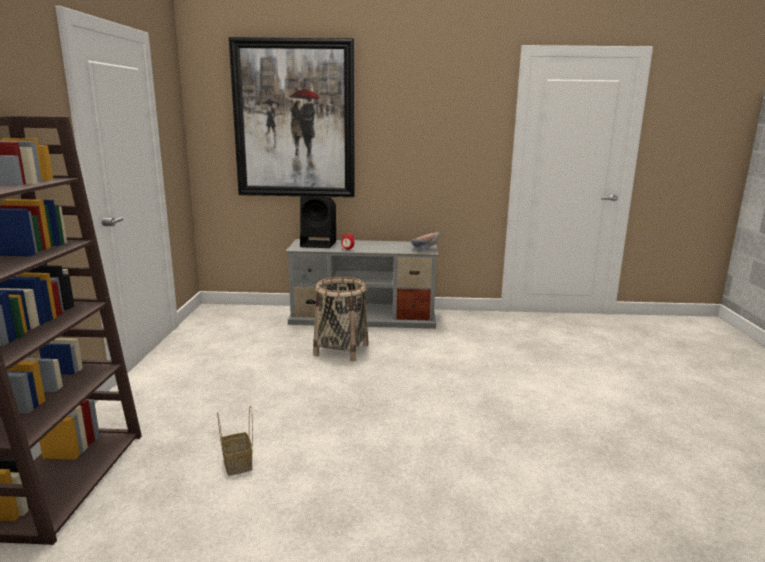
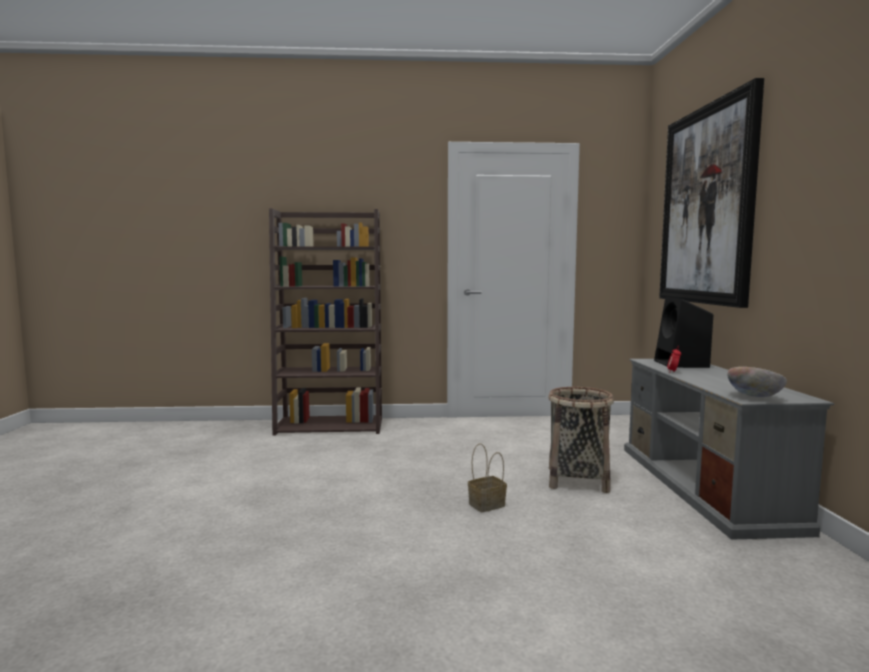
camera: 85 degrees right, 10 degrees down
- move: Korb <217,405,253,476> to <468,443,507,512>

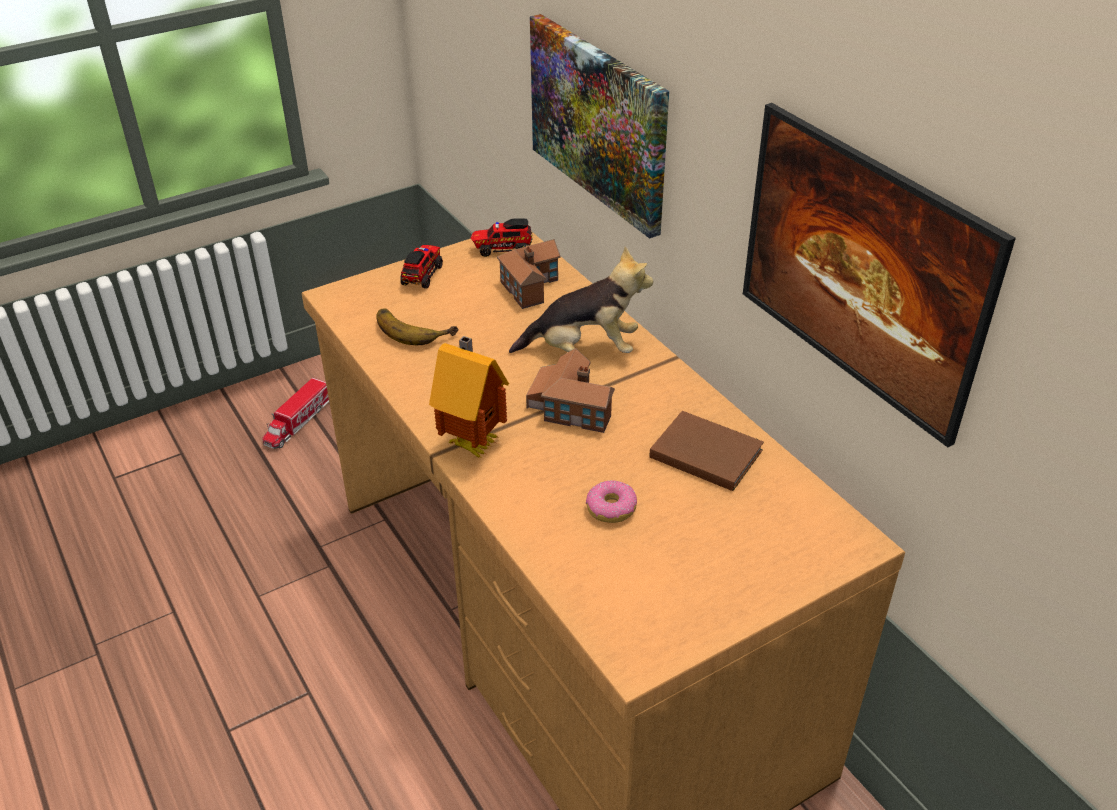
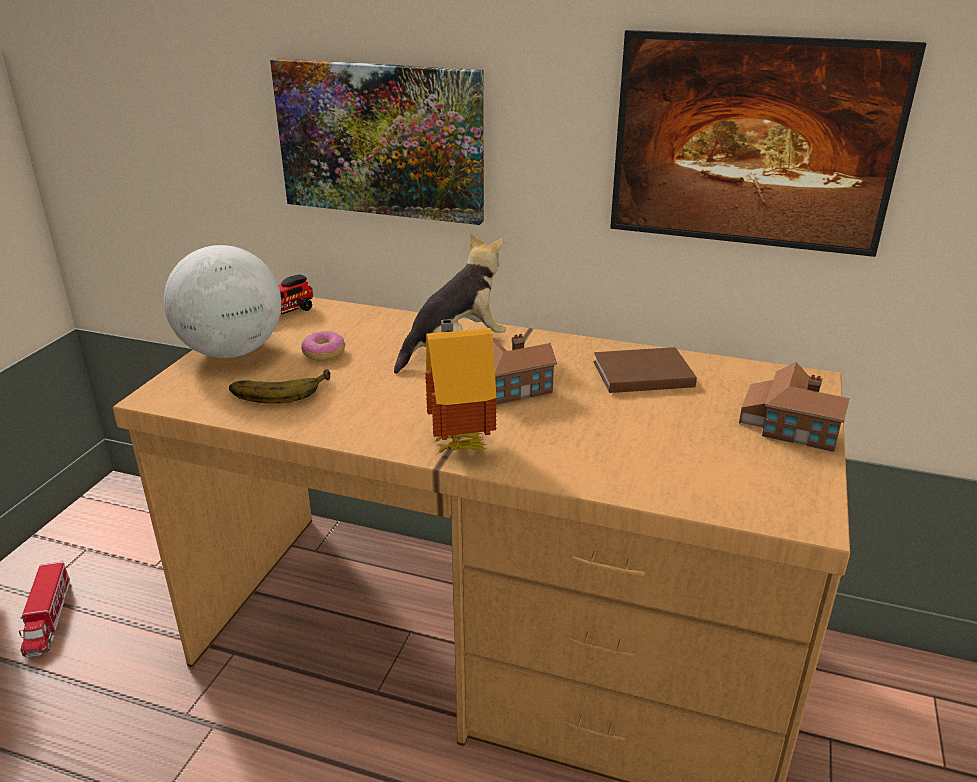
camera: 40 degrees left, 10 degrees down
- move: Spielzeughaus <497,239,560,309> to <739,362,849,452>
- move: Donut <586,480,637,523> to <301,331,345,361>
- replace: Spielzeuglaster <400,245,443,289> to Globus <164,245,281,358>

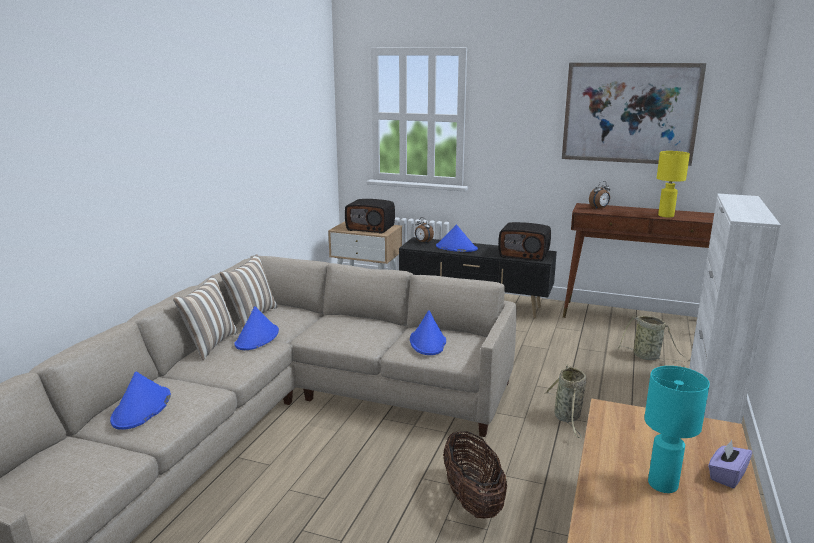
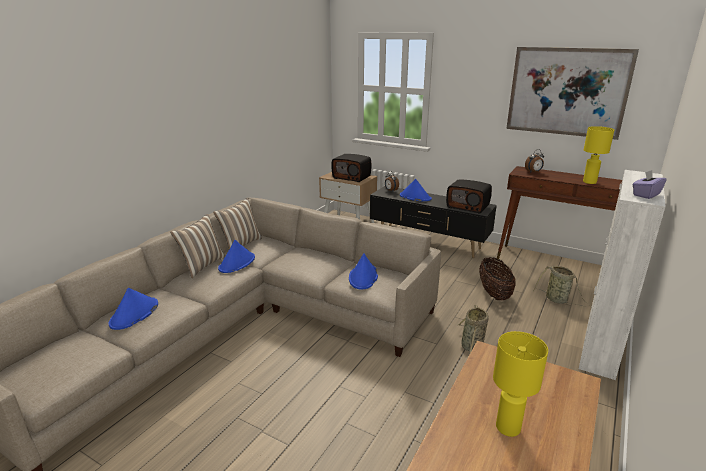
camera: 10 degrees right, 5 degrees up
- move: Korb <443,431,507,519> to <479,257,516,300>
- move: Taschentuchbox [lila] <708,440,752,488> to <632,170,667,199>
- recolor: Tischlampe [türkis] <644,366,710,493> to Tischlampe [gelb] <493,331,548,437>

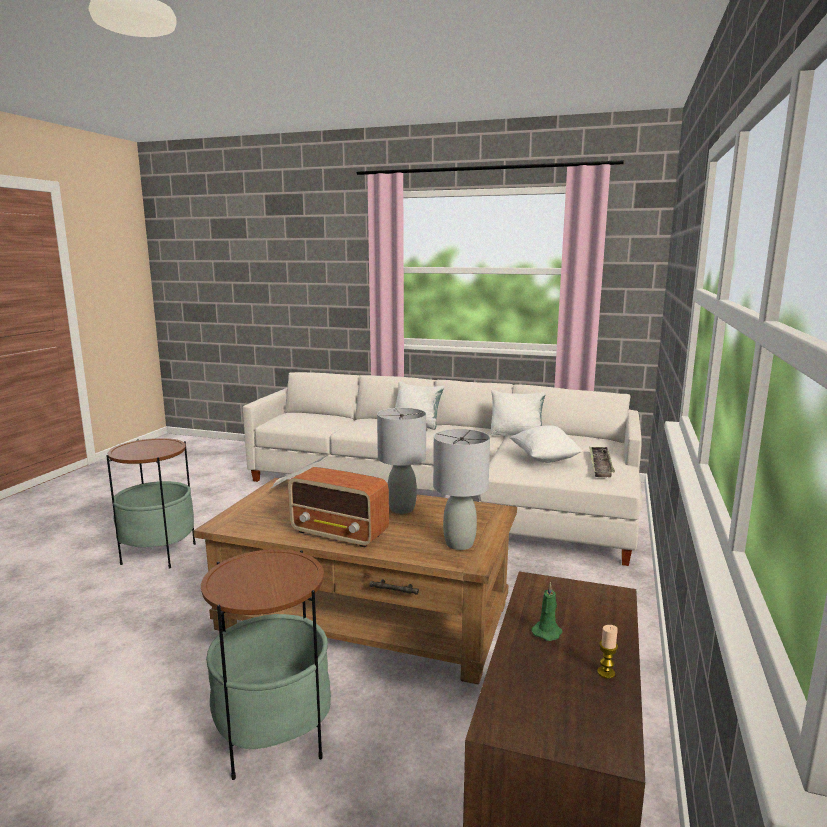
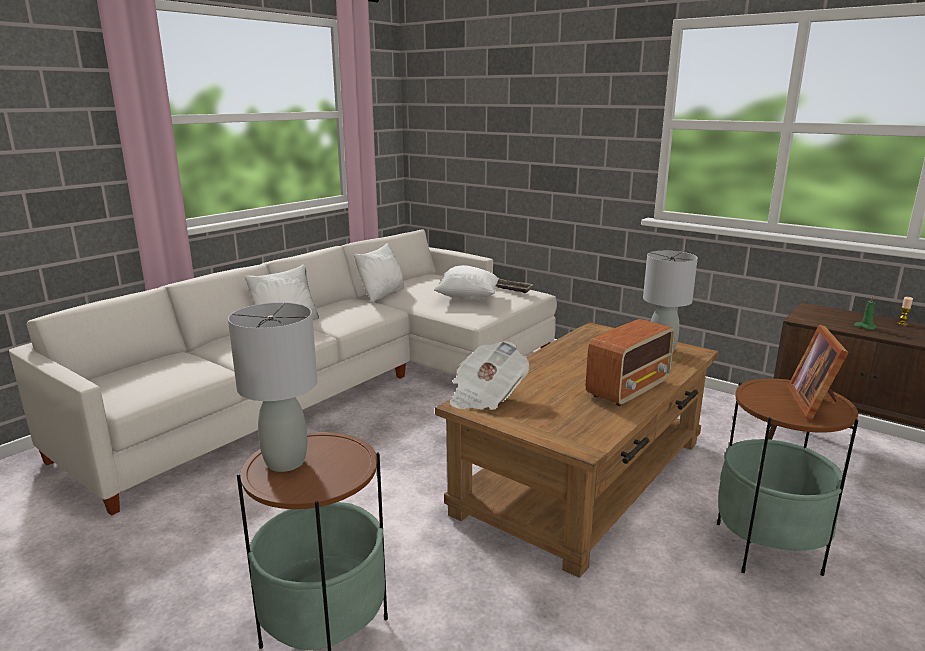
camera: 70 degrees left, 5 degrees up
- insert: Bilderrahmen <788,325,848,420>
- move: Tischlampe [grau] <377,408,426,514> to <228,302,318,472>

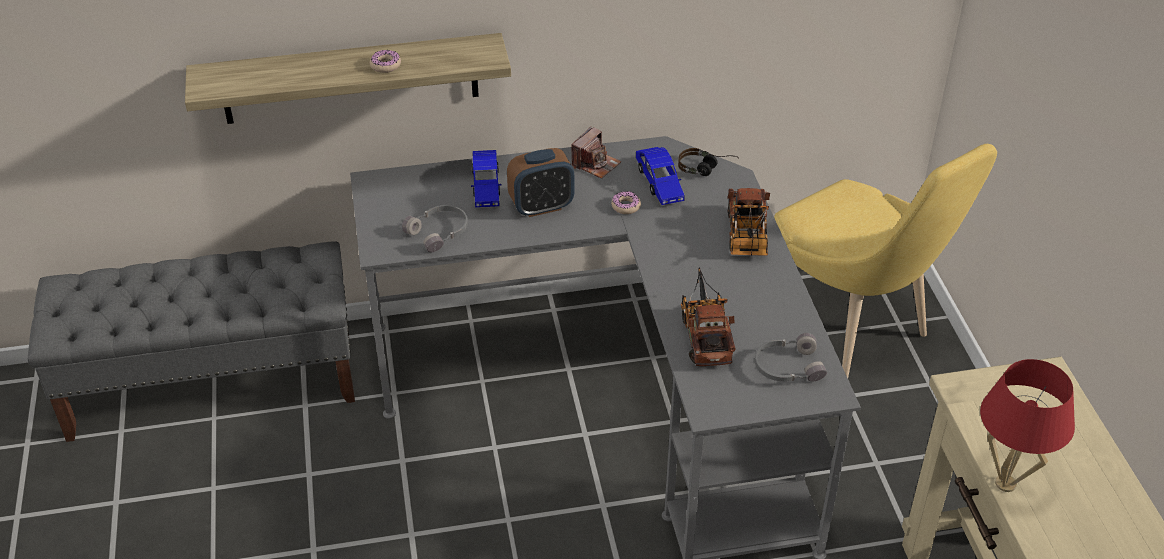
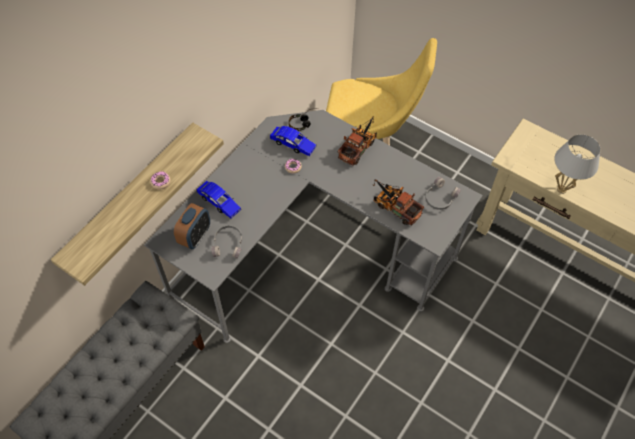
camera: 45 degrees left, 15 degrees up
- delete: Kamera <571,127,621,179>
- move: Wecker <507,148,575,217> to <174,203,210,249>
- recolor: Tischlampe [rot] <980,359,1075,492> to Tischlampe [weiß] <554,135,600,194>
- rotate: Spielzeuglaster <727,188,770,256> = <338,116,377,166> 105 degrees counterclockwise

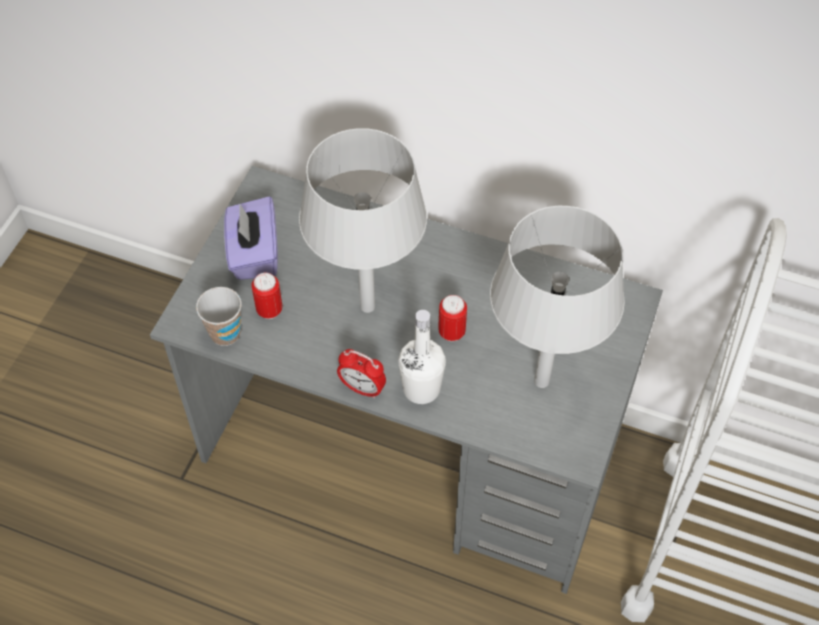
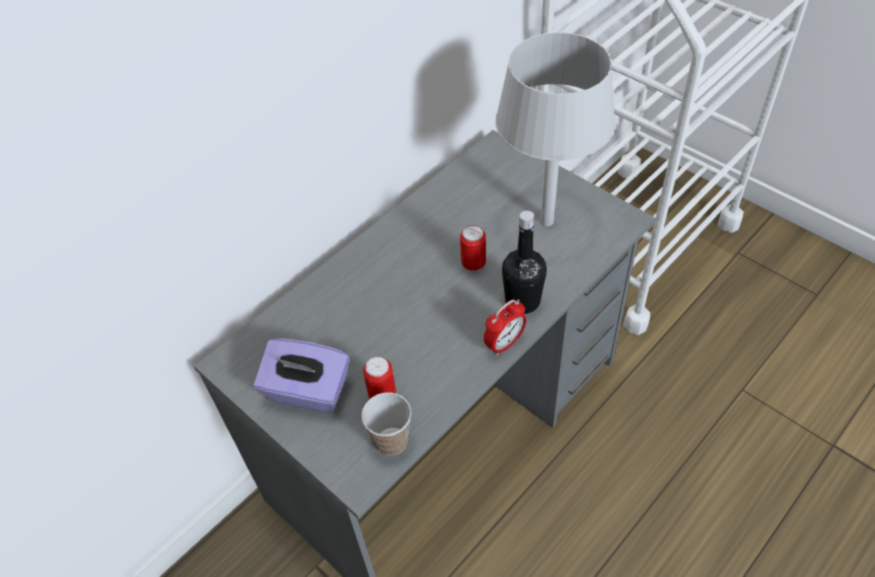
camera: 65 degrees left, 5 degrees down
- delete: Tischlampe [grau] <299,128,427,313>
- recolor: Flasche [weiß] <398,310,446,404> to Flasche [schwarz] <502,211,547,314>

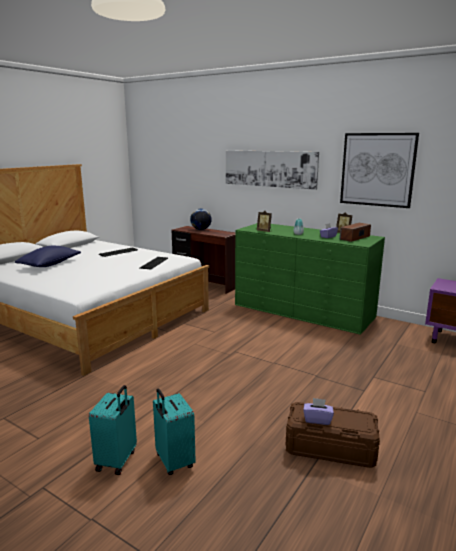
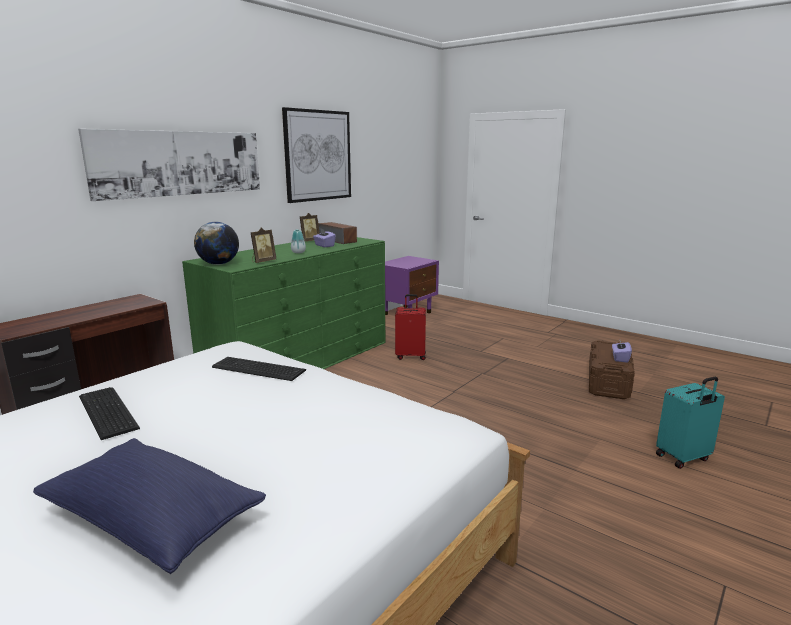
camera: 85 degrees left, 0 degrees up
- delete: Koffer [türkis] <89,385,137,475>
- insert: Koffer [rot] <395,294,426,360>
- move: Globus <190,209,212,230> to <194,222,239,265>

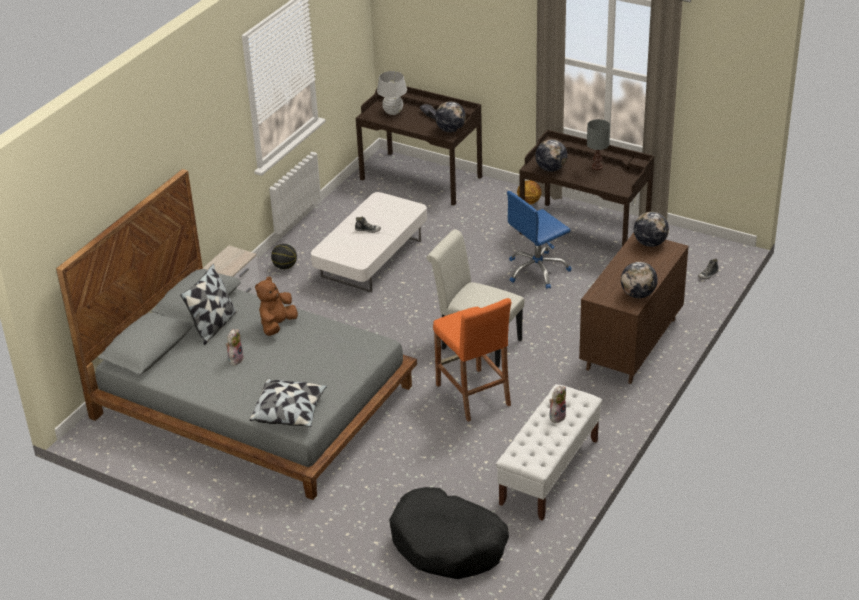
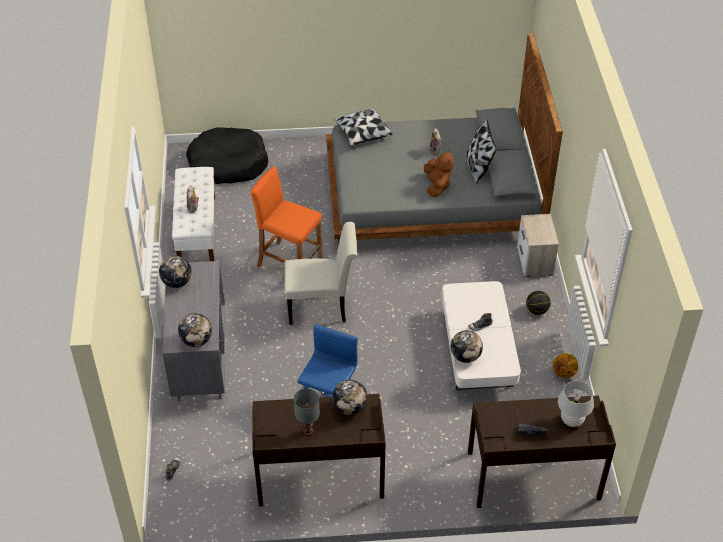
camera: 145 degrees right, 10 degrees up
- move: Globus <435,101,466,132> to <451,330,483,363>
- move: Basketball <517,180,542,205> to <553,353,578,378>
- recolor: Kommode [braun] <579,232,688,384> to Kommode [grau] <162,261,225,402>

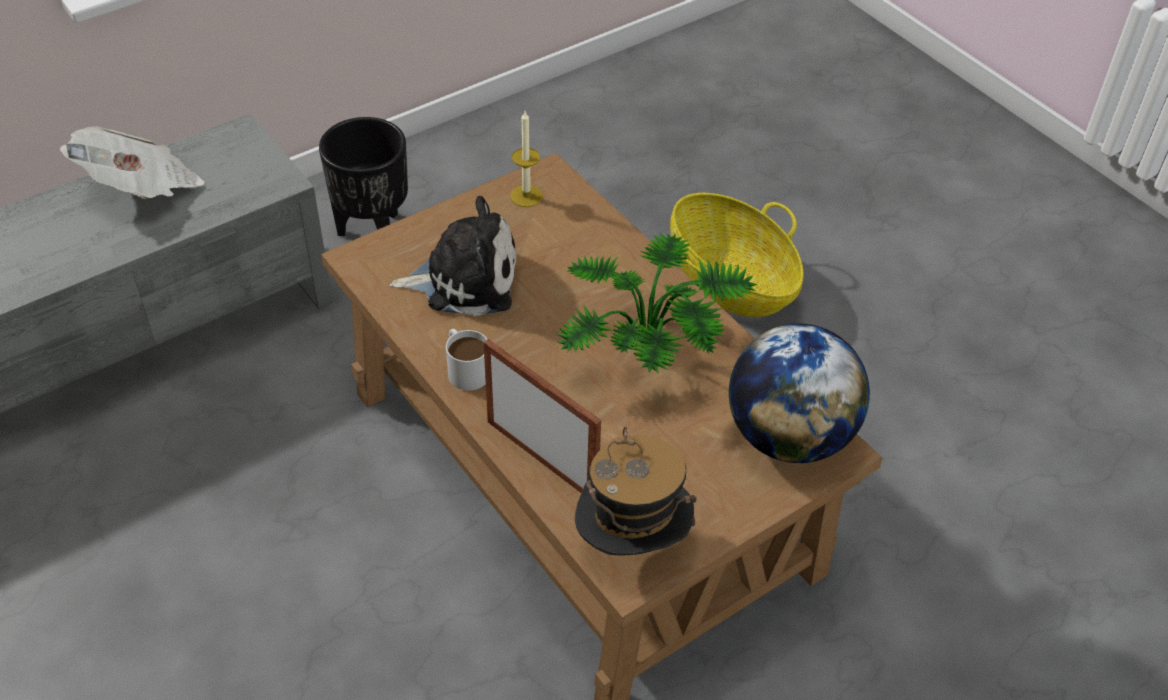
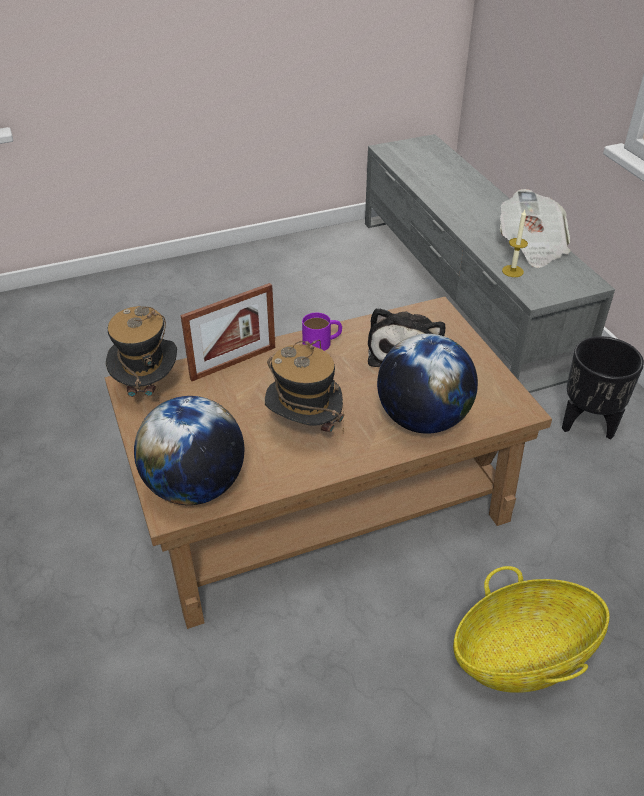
camera: 105 degrees right, 5 degrees down
- insert: Globus <377,334,478,434>
- move: Kerze <510,111,543,207> to <502,210,528,277>
- replace: Topfpflanze <556,233,757,373> to Hut <265,340,344,433>
- recolor: Henkelbecher [weiß] <446,329,488,390> to Henkelbecher [lila] <302,313,342,351>

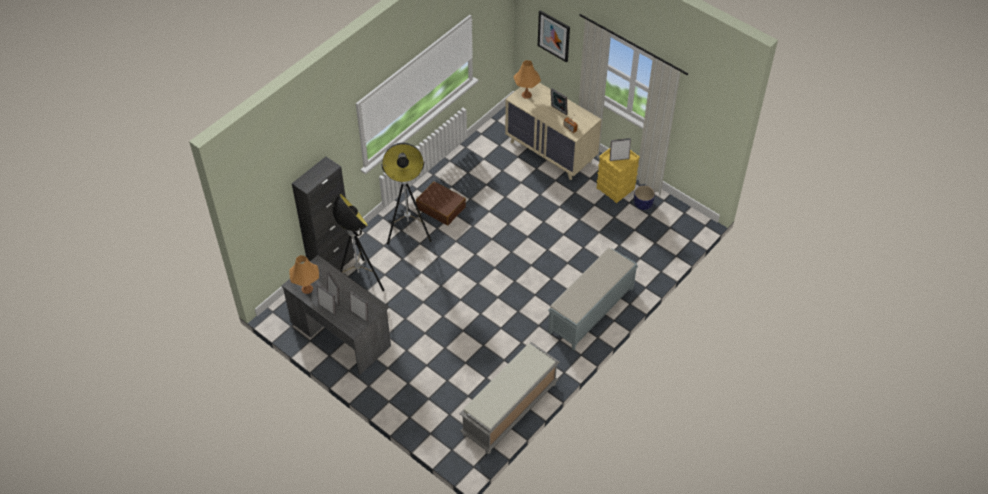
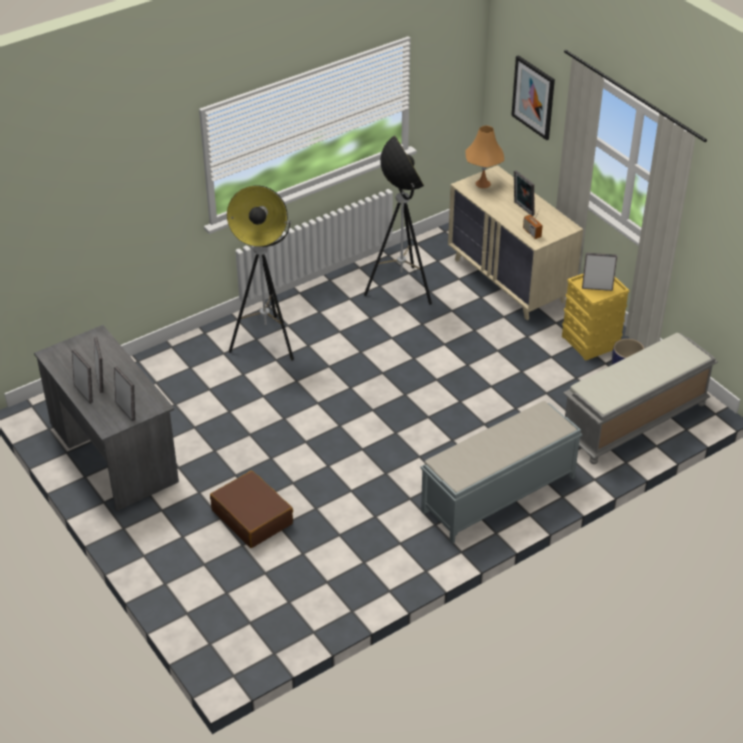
camera: 15 degrees right, 10 degrees down
- delete: Tischlampe [orange] <289,255,319,294>
- delete: Schrank [schwarz] <292,157,354,270>
- move: Stehlampe <333,194,384,291> to <364,135,432,305>
- move: Koffer [braun] <416,181,466,226> to <210,470,293,548>
- move: Bank [grau] <459,342,560,454> to <563,333,718,464>

